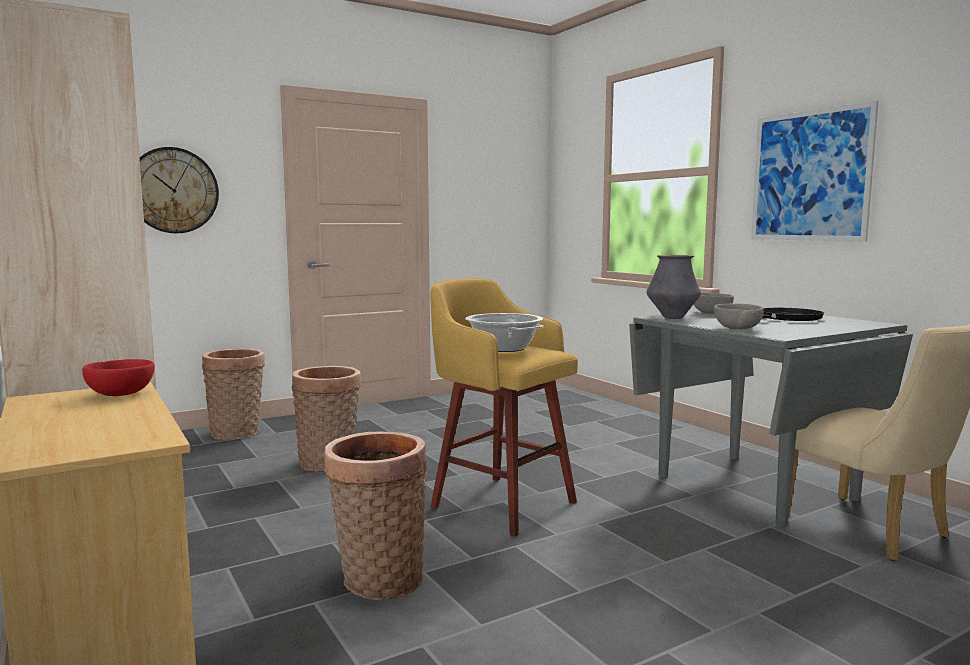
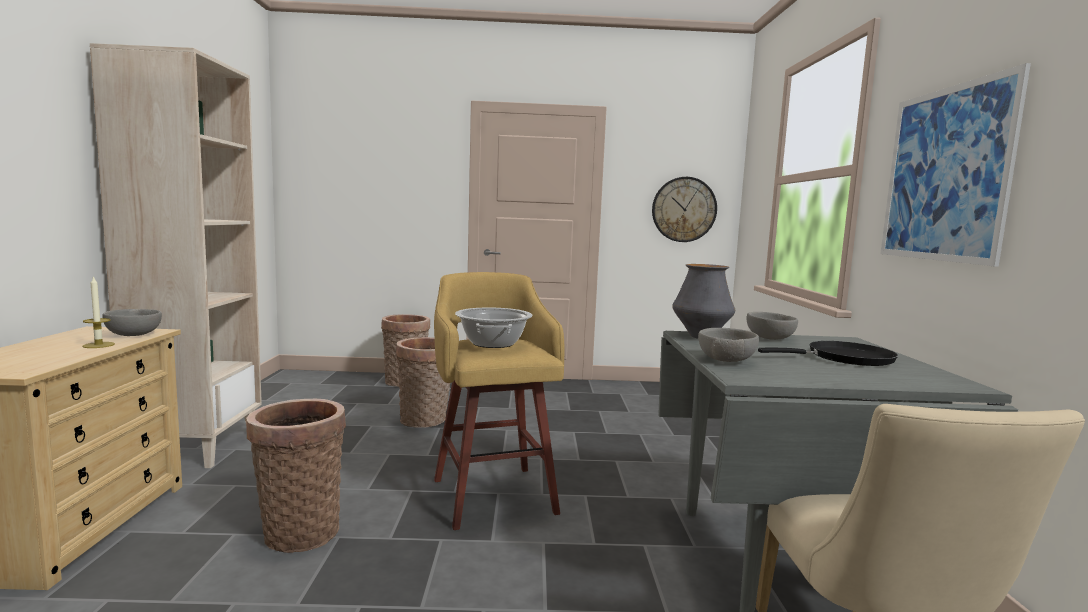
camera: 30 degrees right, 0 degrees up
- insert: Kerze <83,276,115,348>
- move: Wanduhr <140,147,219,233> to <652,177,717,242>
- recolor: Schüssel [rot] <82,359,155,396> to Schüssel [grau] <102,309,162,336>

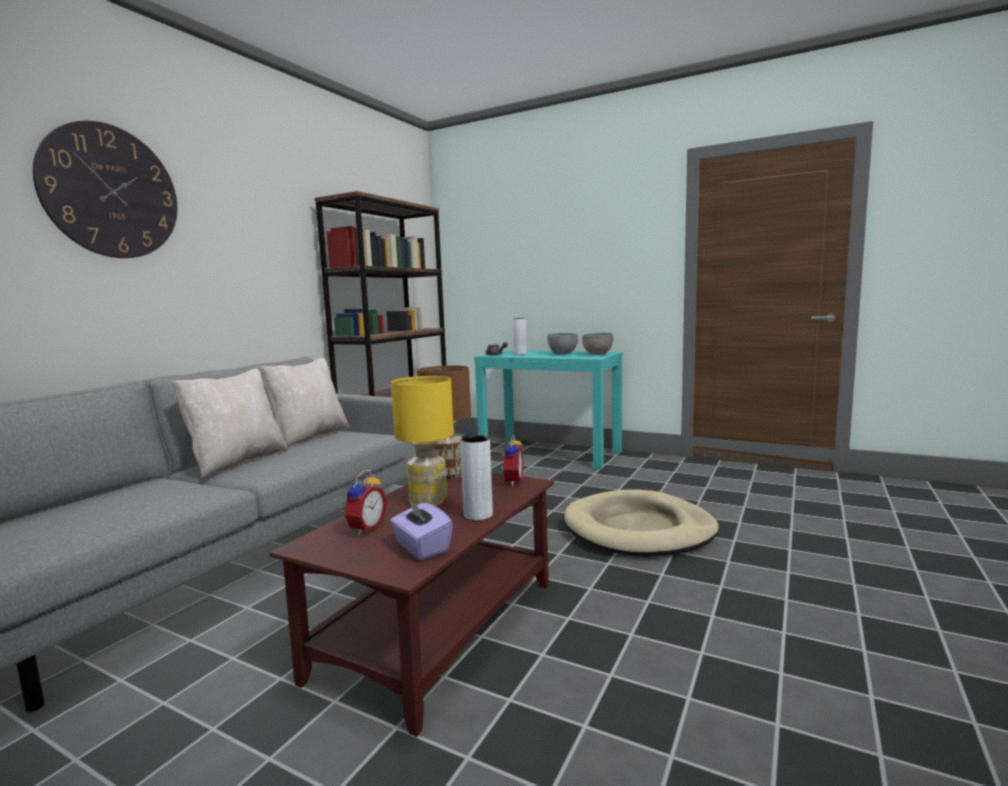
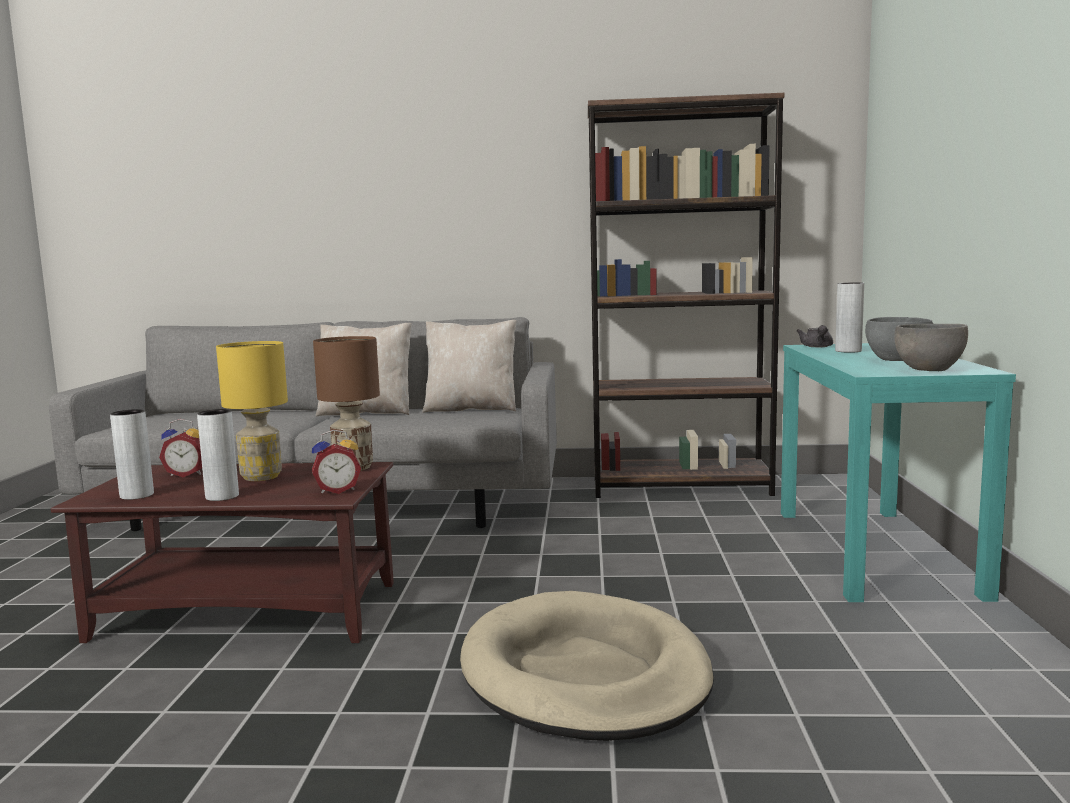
camera: 65 degrees right, 0 degrees up
- delete: Wanduhr <33,120,177,258>
- replace: Taschentuchbox [lila] <390,499,453,560> to Vase [grau] <110,409,154,500>

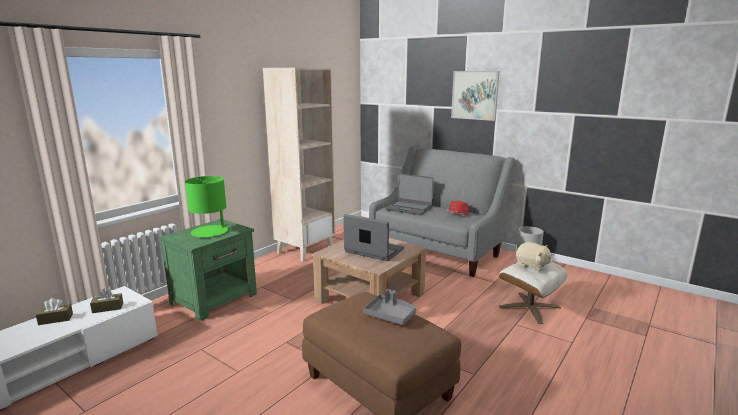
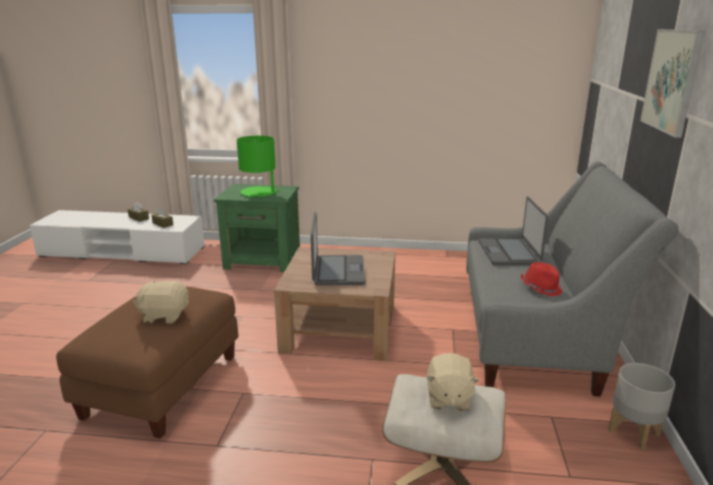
camera: 60 degrees right, 5 degrees up
- delete: Bücherregal [beige] <263,68,335,262>
- replace: Tablett [grau] <363,289,416,325> to Plüschtier [beige] <133,279,189,324>

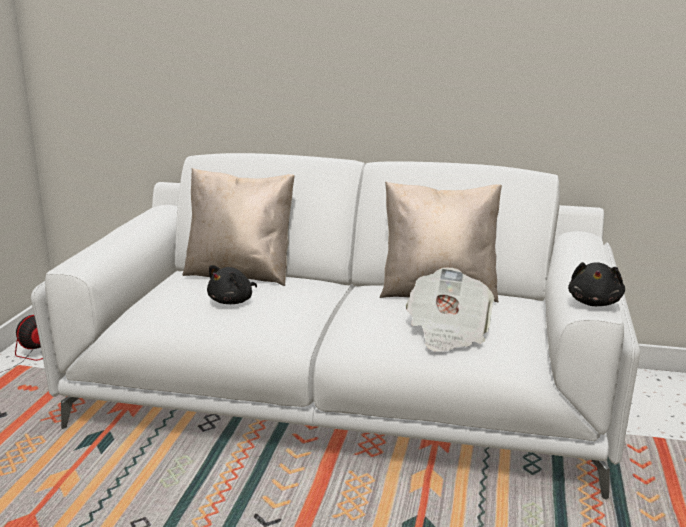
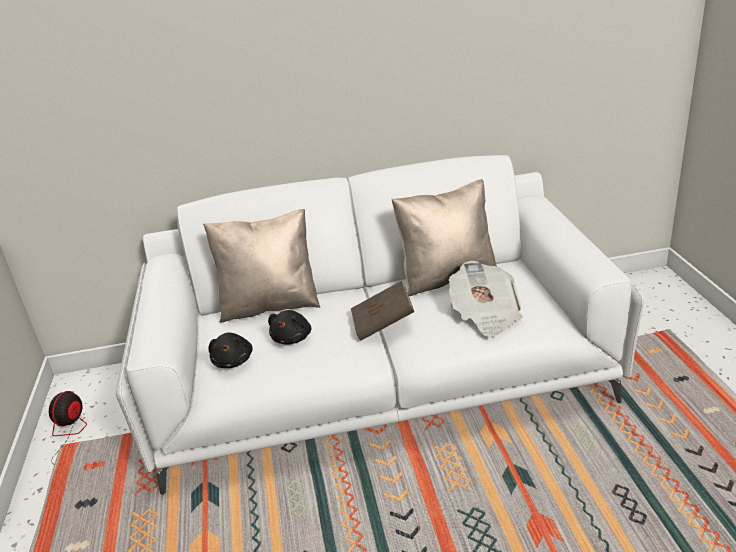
camera: 20 degrees left, 10 degrees up
- insert: Buch [braun] <351,281,414,340>
- move: Plüschtier [schwarz] <568,262,625,306> to <208,333,253,368>

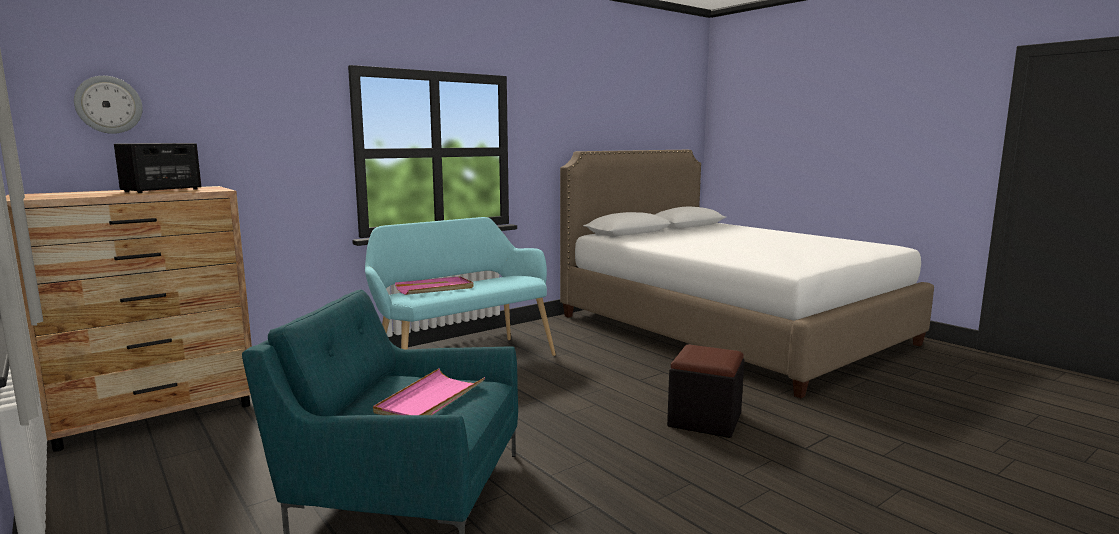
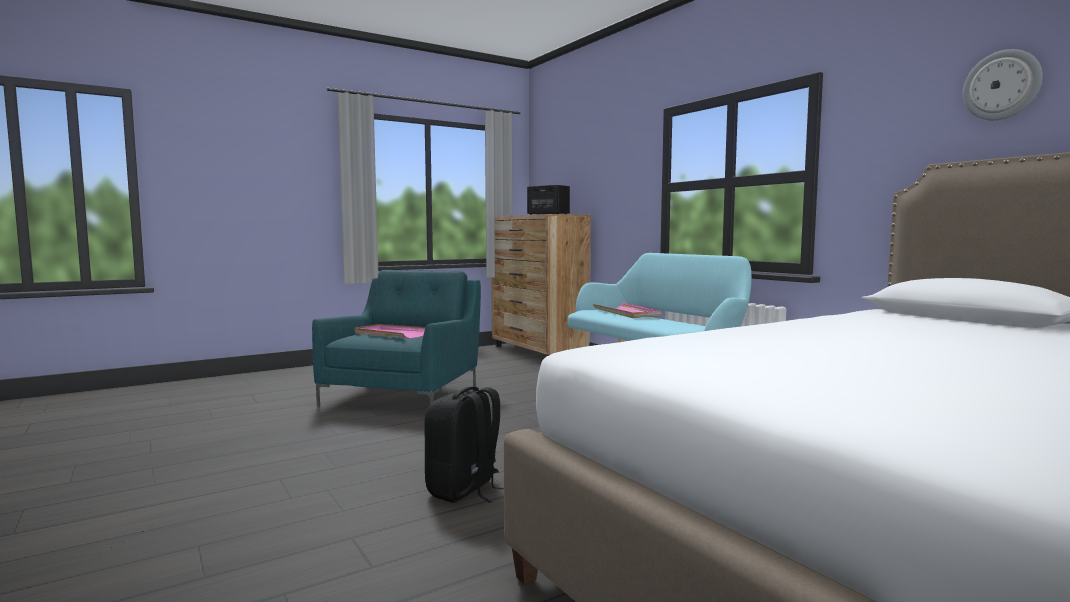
camera: 95 degrees right, 5 degrees down
- move: Wanduhr <74,76,143,134> to <963,49,1043,120>
- replace: Polsterhocker [schwarz] <667,344,744,438> to Rucksack [schwarz] <424,386,504,503>

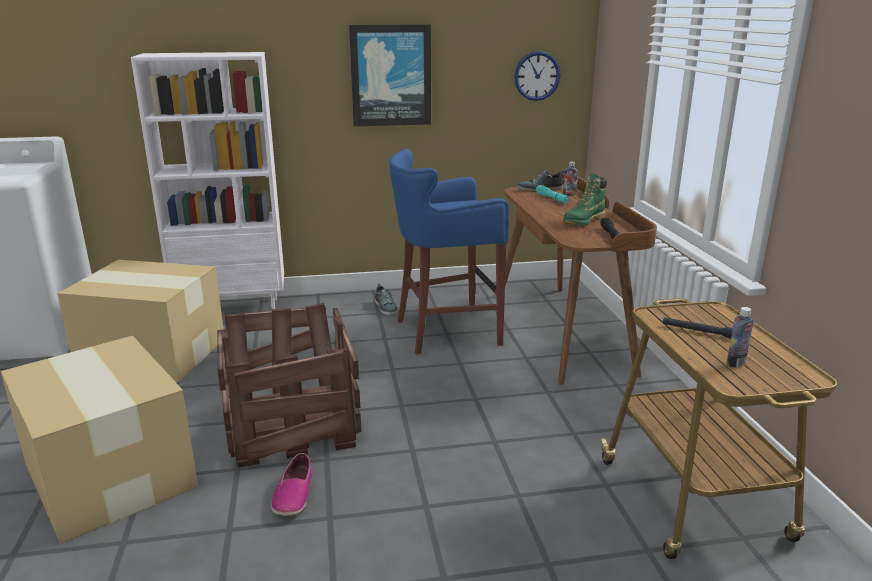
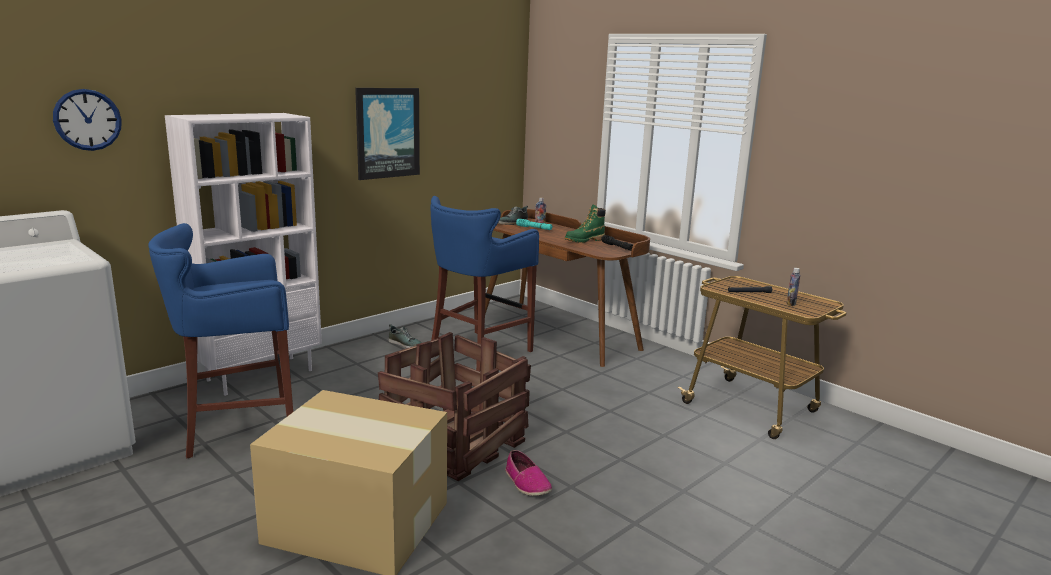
camera: 35 degrees left, 5 degrees down
- move: Wanduhr <514,51,561,101> to <53,89,122,151>
- replace: Karton <57,260,224,382> to Hocker [blau] <148,223,293,459>
- rotate: Stiefel [grün] <563,174,607,225> = <565,204,606,243> 45 degrees clockwise

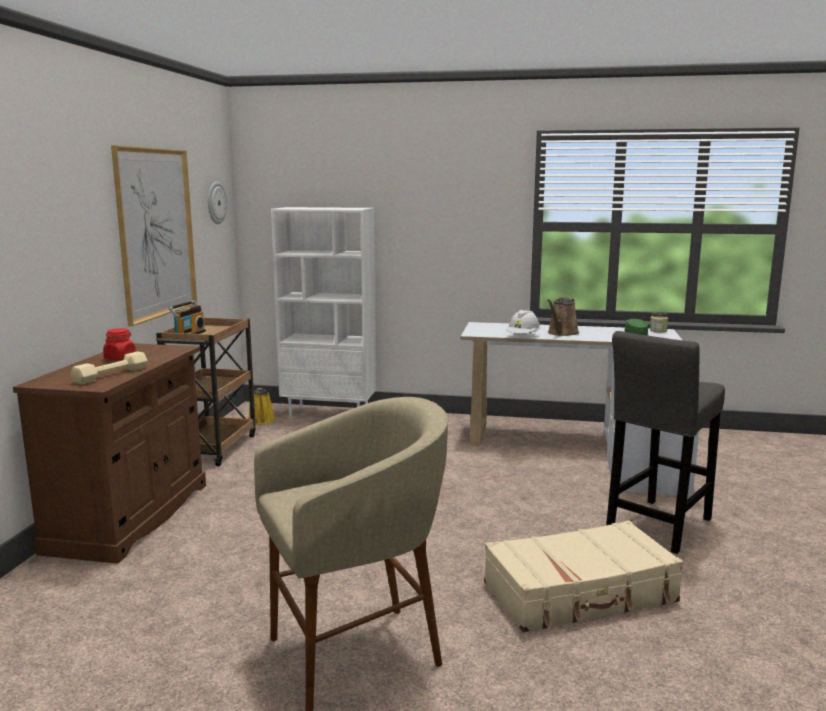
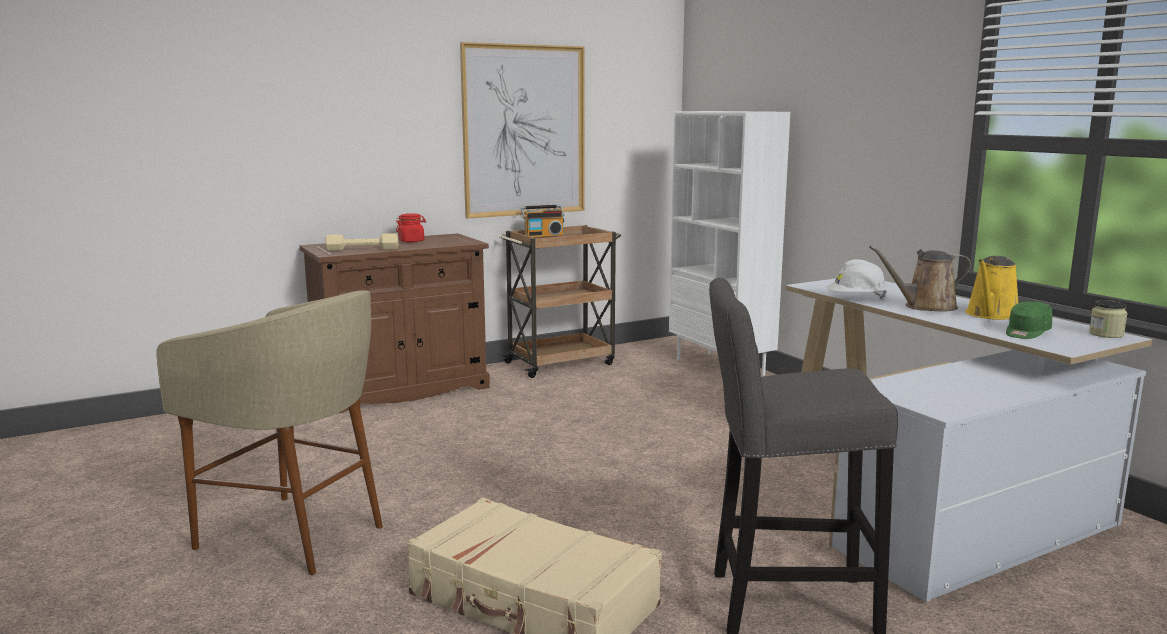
camera: 50 degrees right, 0 degrees up
- delete: Wanduhr <208,182,227,224>
- move: Gießkanne [gelb] <249,388,276,424> to <965,256,1019,320>

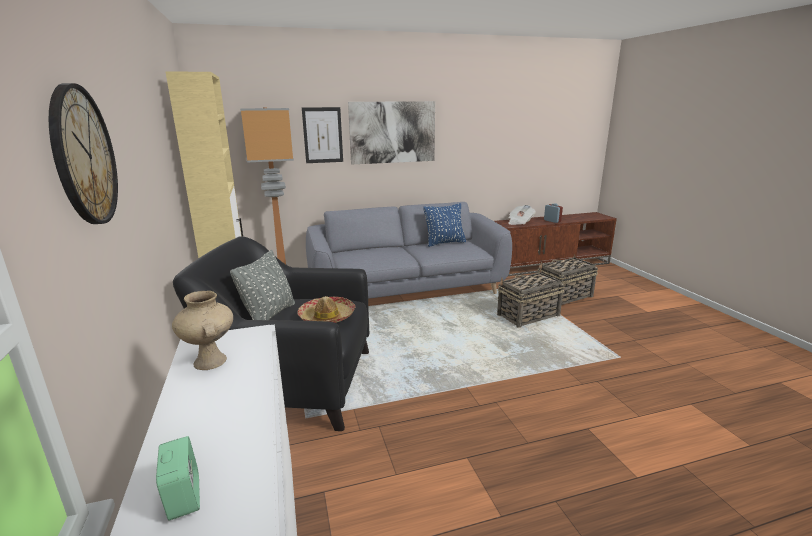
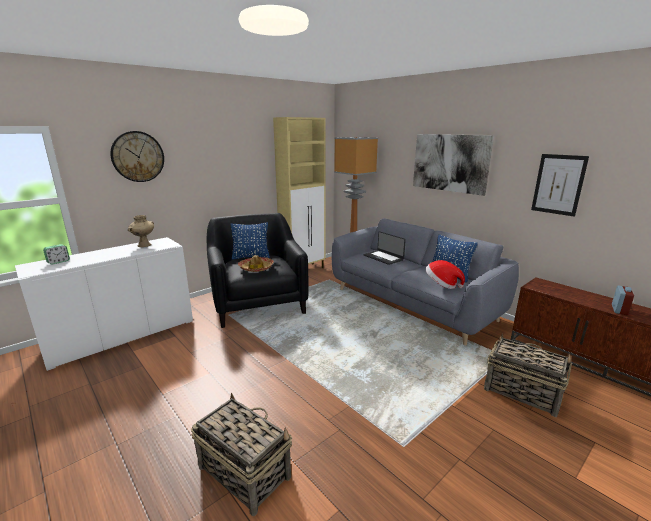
camera: 65 degrees right, 0 degrees up
- delete: Zeitung <508,205,536,225>
- insert: Laptop <364,231,406,265>
- insert: Hut <426,260,465,289>
- move: Bild <302,107,343,163> to <531,154,589,217>
- move: Korb <497,269,565,328> to <191,393,292,516>
- recolor: Kissen [grau] <230,250,295,320> to Kissen [blau] <230,222,270,260>

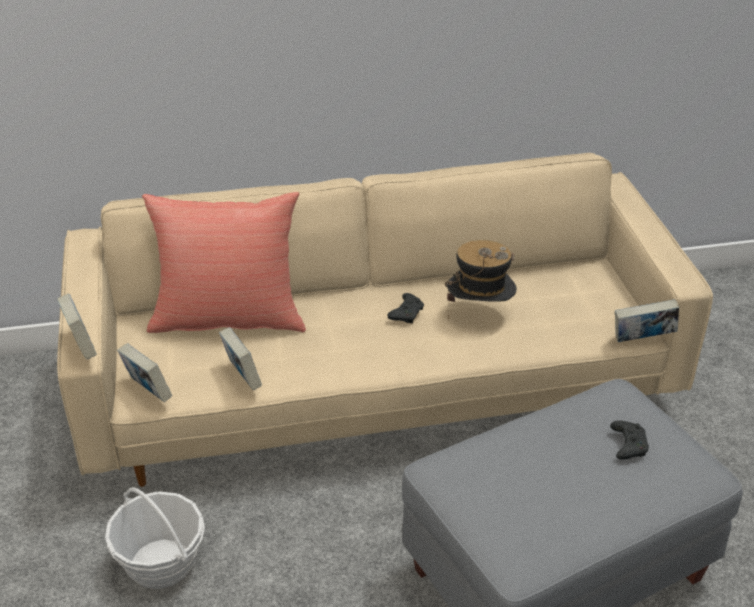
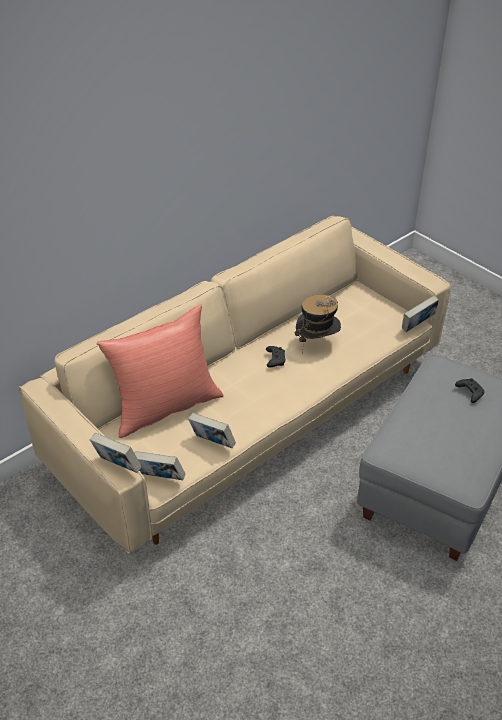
camera: 30 degrees left, 5 degrees up
- delete: Korb <105,487,205,589>

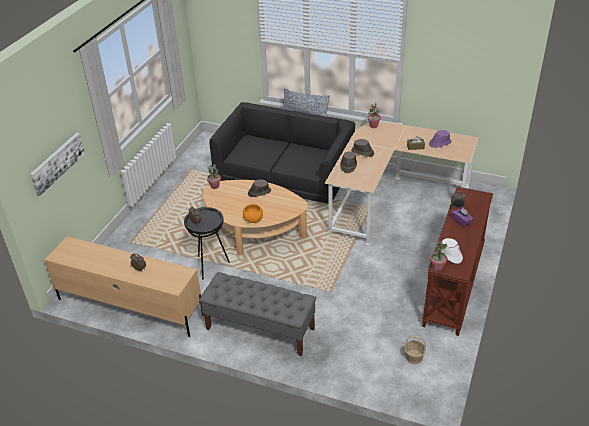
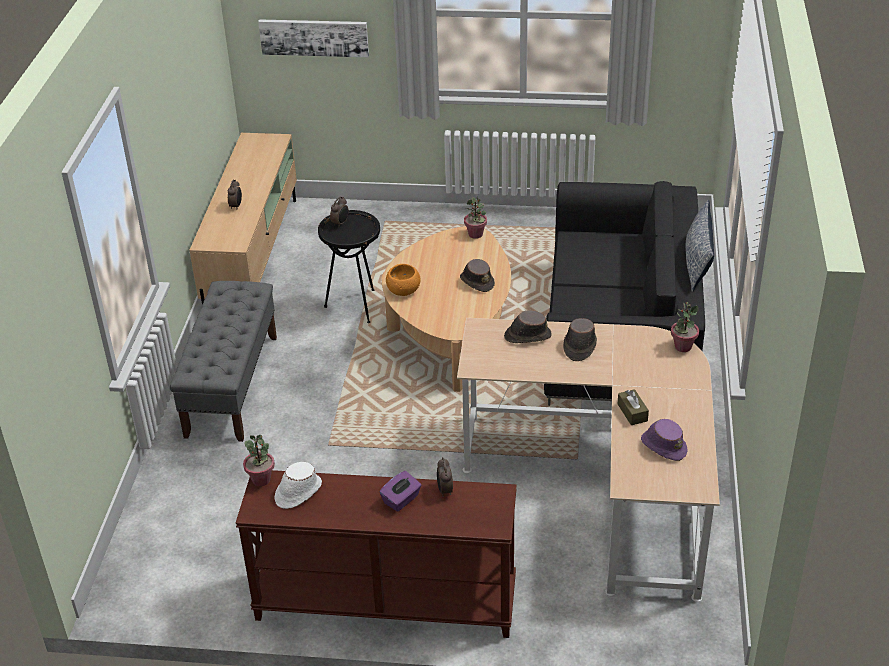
camera: 75 degrees right, 0 degrees up
- delete: Korb <404,336,426,365>

